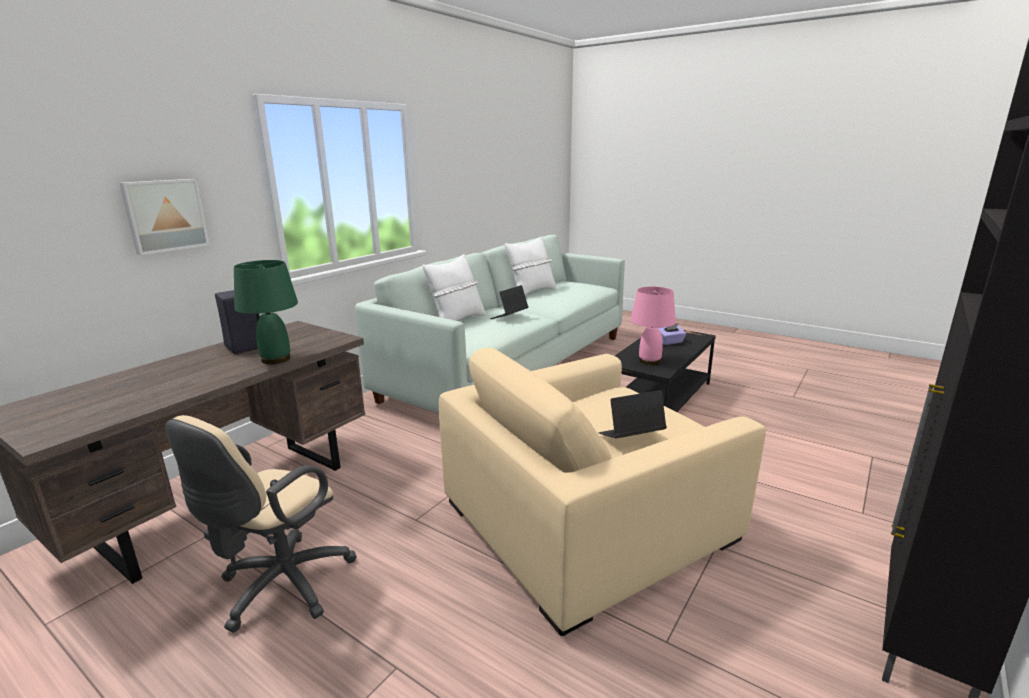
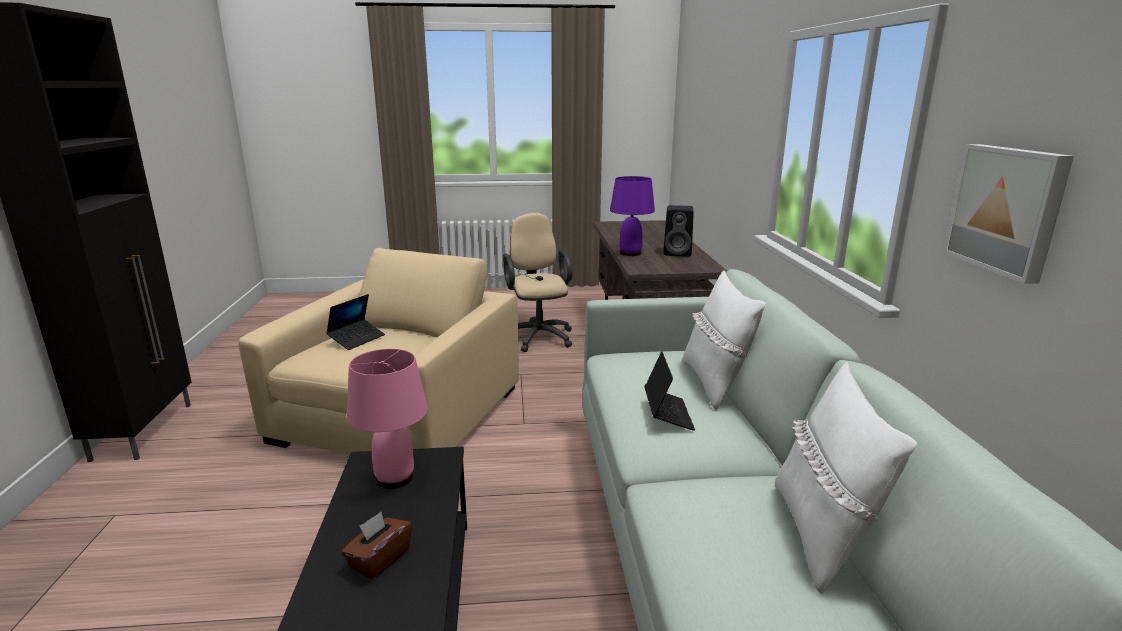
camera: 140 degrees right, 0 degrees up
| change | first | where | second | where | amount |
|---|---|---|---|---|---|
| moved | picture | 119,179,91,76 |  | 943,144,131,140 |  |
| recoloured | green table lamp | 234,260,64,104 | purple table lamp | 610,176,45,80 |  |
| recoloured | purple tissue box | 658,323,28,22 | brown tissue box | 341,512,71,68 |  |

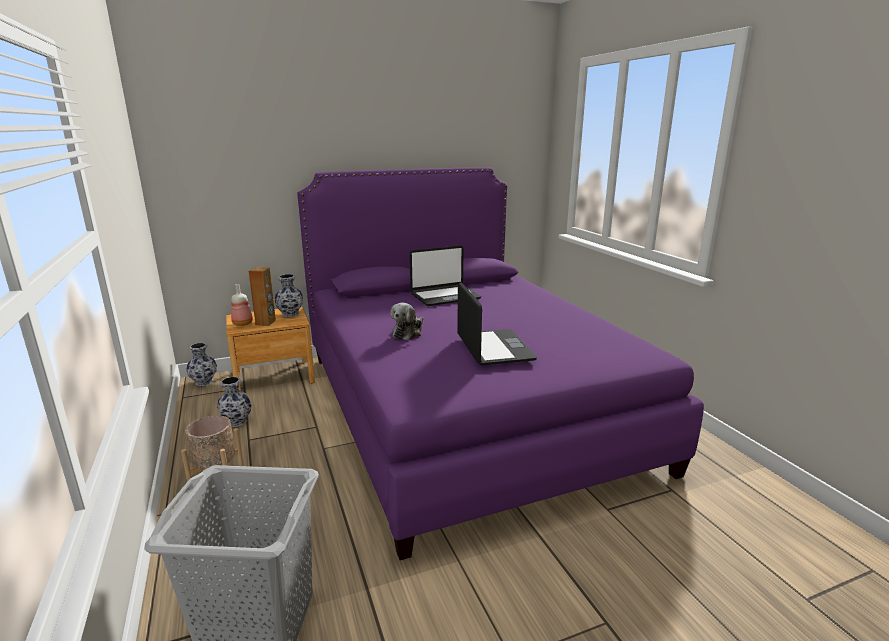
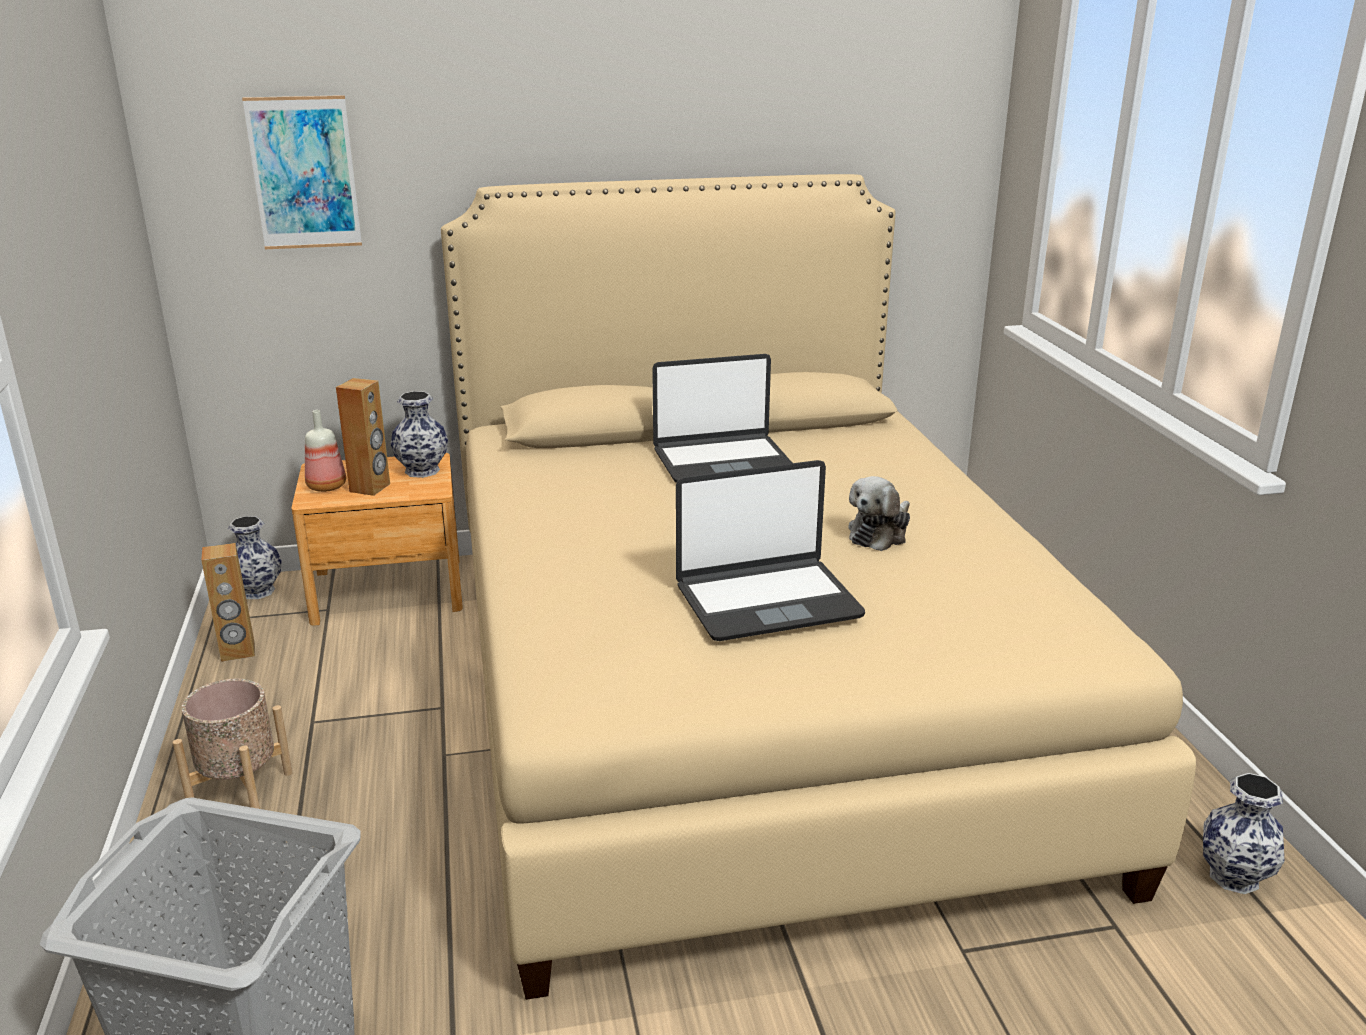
camera: 10 degrees right, 5 degrees up
| change | first | where | second | where | amount |
|---|---|---|---|---|---|
| recoloured | purple bed | 297,167,407,393 | beige bed | 441,174,755,826 |  |
| turned | laptop | 457,282,80,83 |  | 676,460,189,181 | 75 degrees clockwise |
| moved | plush toy | 390,303,34,37 |  | 848,476,62,75 |  |
| moved | vase | 217,377,34,50 |  | 1203,773,82,121 |  |
| added |  |  | picture | 242,95,120,154 |  |
| added |  |  | brown speaker | 201,543,54,119 |  |

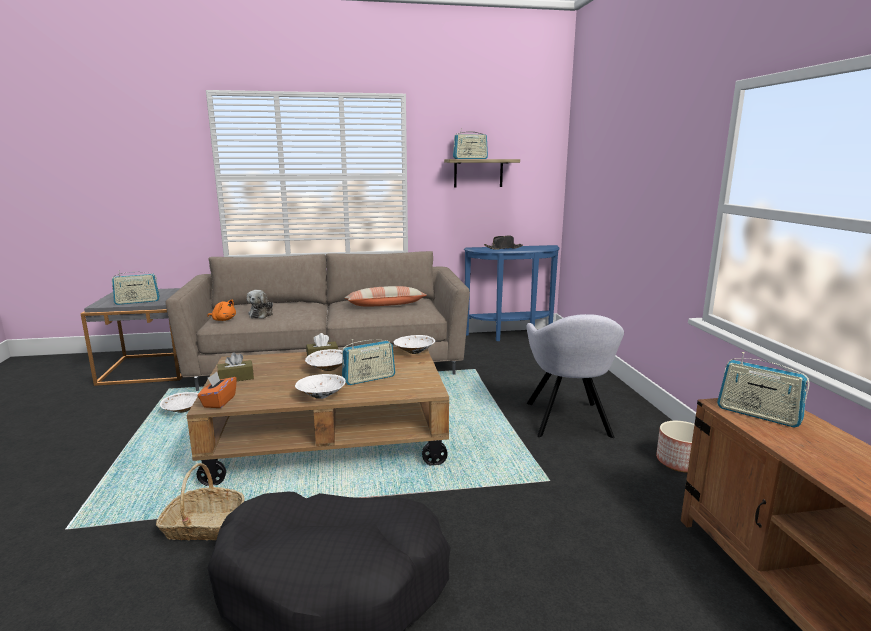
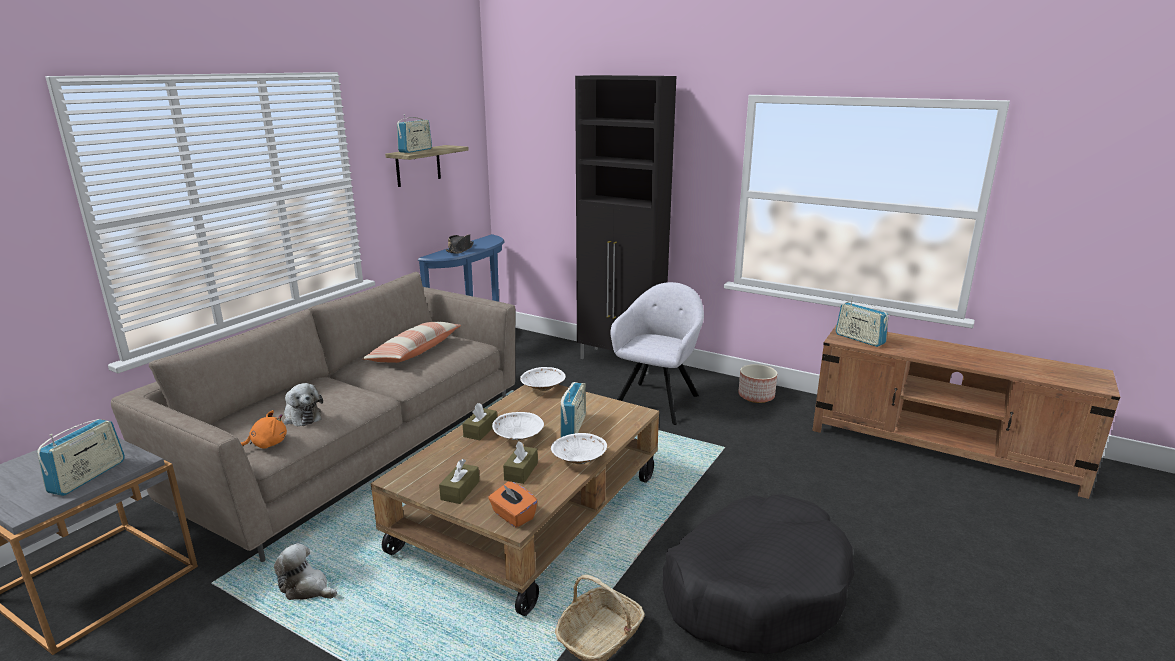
camera: 50 degrees left, 5 degrees up
| change | first | where | second | where | amount |
|---|---|---|---|---|---|
| turned | grey armchair | 526,314,98,124 |  | 610,282,94,143 | 105 degrees counterclockwise |
| turned | radio | 717,352,93,76 |  | 836,297,53,50 | 60 degrees clockwise |
| replaced | white bowl | 160,392,39,21 | plush toy | 274,543,63,57 |  |
| added |  |  | black cabinet | 575,75,101,299 |  |
| added |  |  | brown tissue box | 503,441,35,43 |  |

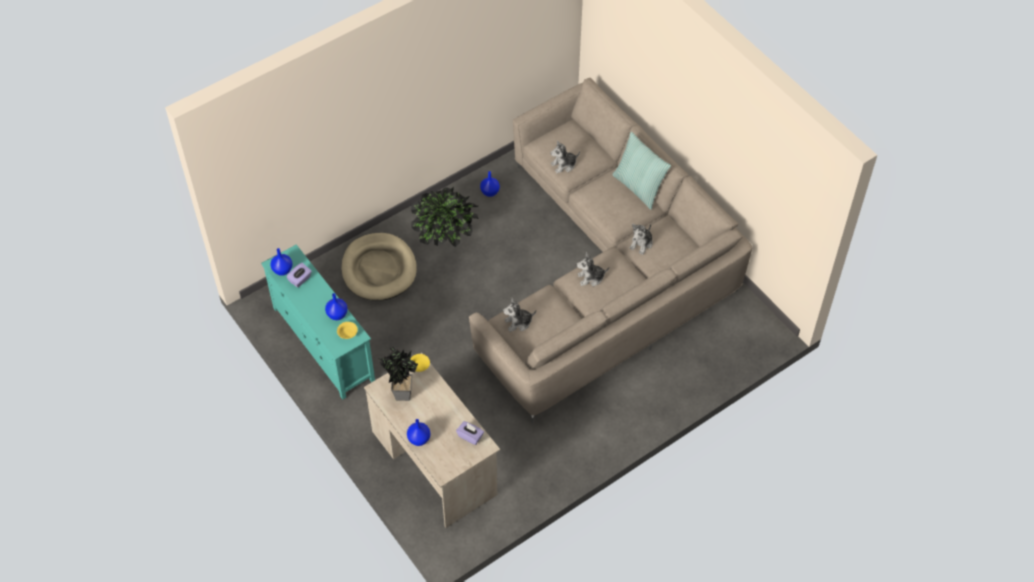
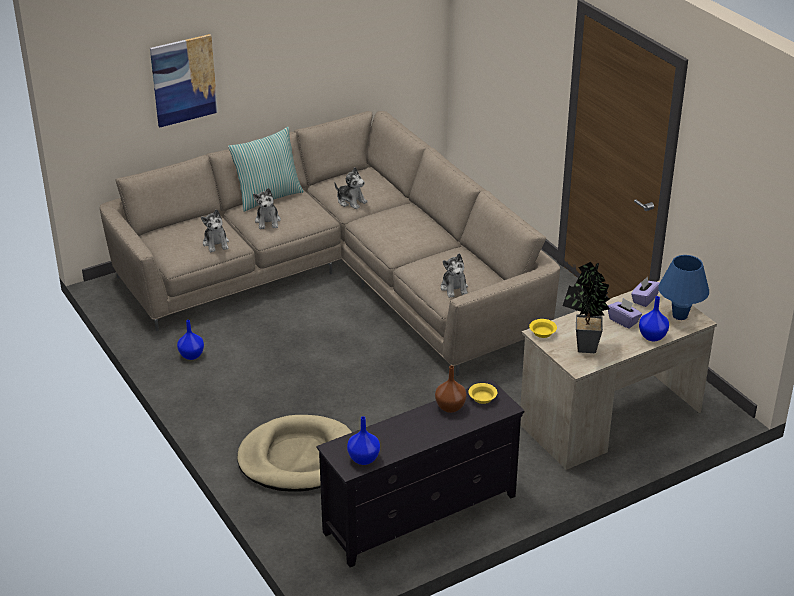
camera: 85 degrees left, 20 degrees down
| change | first | where | second | where | amount |
|---|---|---|---|---|---|
| removed | potted plant | 411,187,68,60 |  |  |  |
| recoloured | turquoise tv stand | 261,245,114,154 | black tv stand | 316,379,209,188 |  |
| moved | plush toy | 577,252,32,34 |  | 253,188,28,41 |  |
| moved | purple tissue box | 286,263,26,25 |  | 608,298,34,31 |  |
| recoloured | blue vase | 325,293,23,27 | brown vase | 435,366,32,47 |  |
| added |  |  | picture | 150,34,68,93 |  |
| added |  |  | blue table lamp | 658,255,51,65 |  |

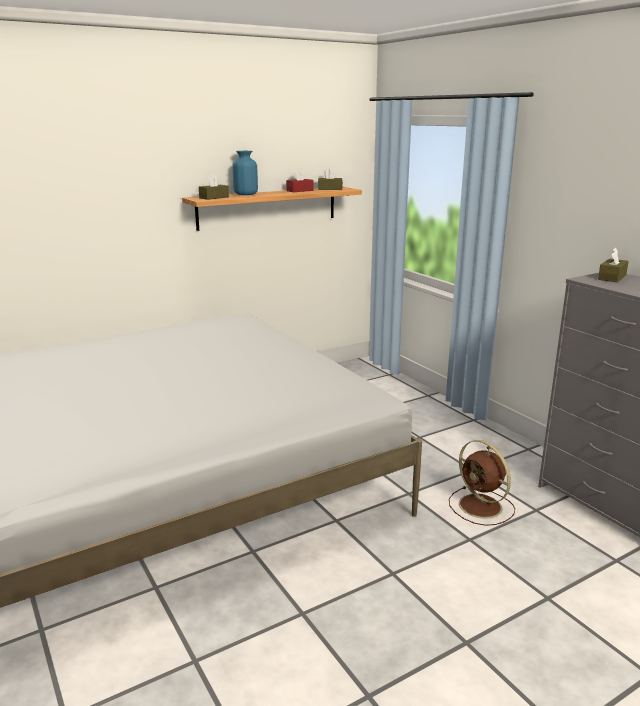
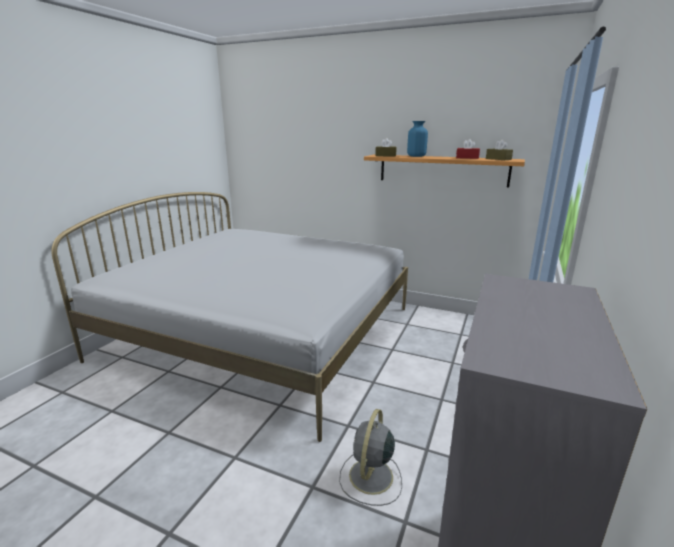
camera: 55 degrees right, 0 degrees up
| change | first | where | second | where | amount |
|---|---|---|---|---|---|
| removed | brown tissue box | 598,248,31,34 |  |  |  |
| recoloured | brown fan | 449,440,66,86 | grey fan | 339,409,63,97 |  |

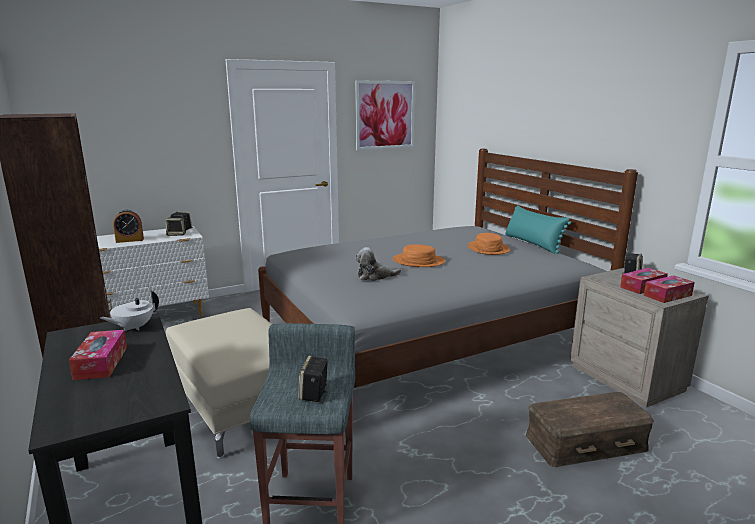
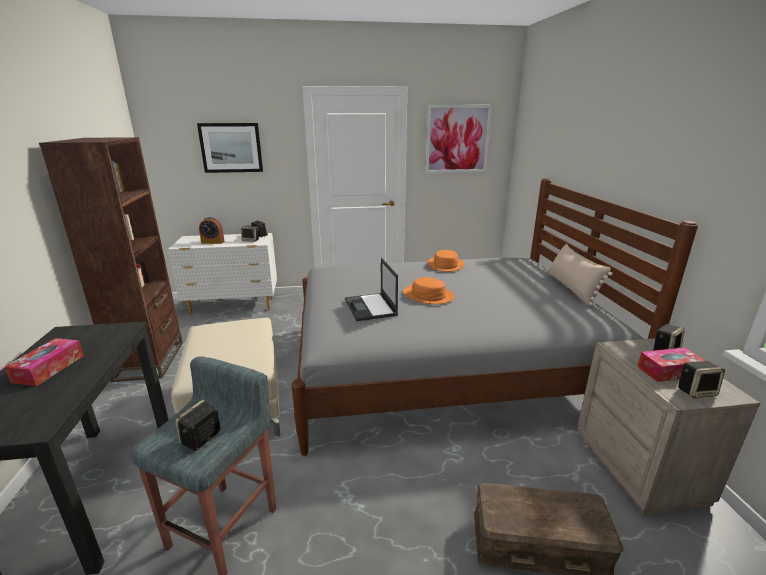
camera: 20 degrees right, 5 degrees up
| change | first | where | second | where | amount |
|---|---|---|---|---|---|
| recoloured | turquoise pillow | 505,205,66,49 | beige pillow | 549,244,64,62 |  |
| moved | orange hat | 468,233,42,22 |  | 427,250,38,22 |  |
| replaced | plush toy | 355,247,46,34 | laptop | 345,258,53,63 |  |
| replaced | tissue box | 644,275,51,28 | speaker | 678,361,47,37 |  |
| removed | white teapot | 100,290,59,41 |  |  |  |
| added |  |  | picture | 197,123,66,50 |  |

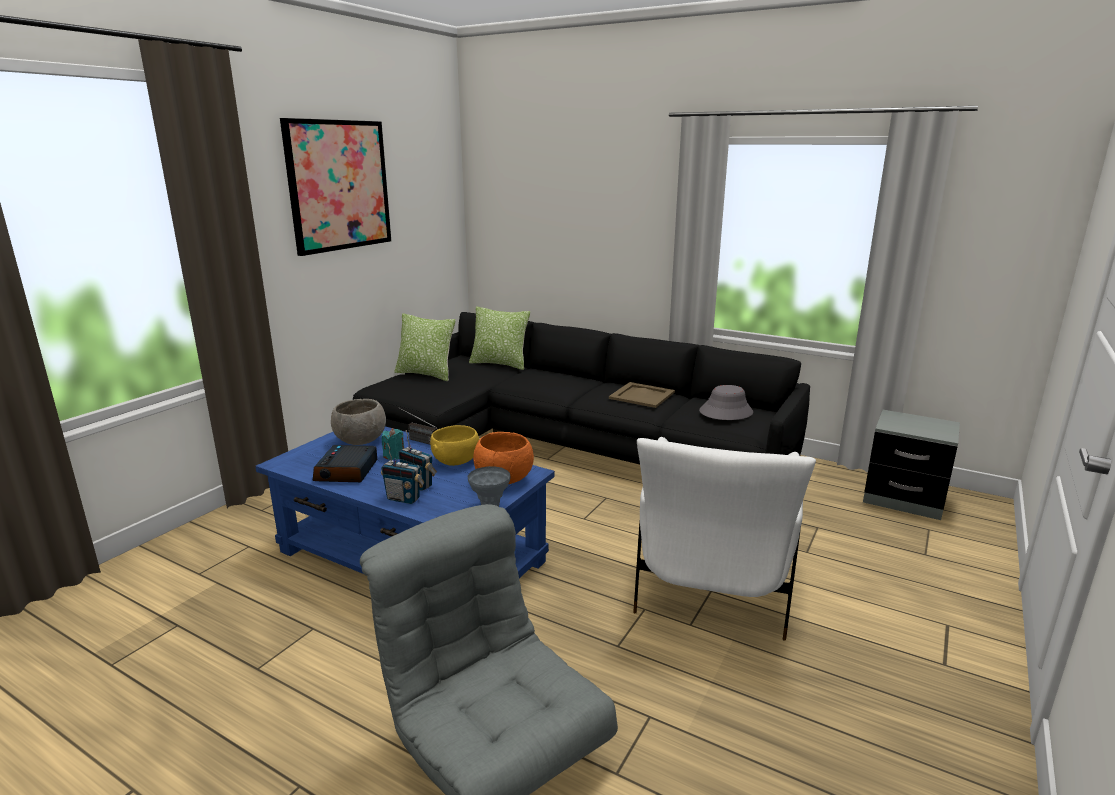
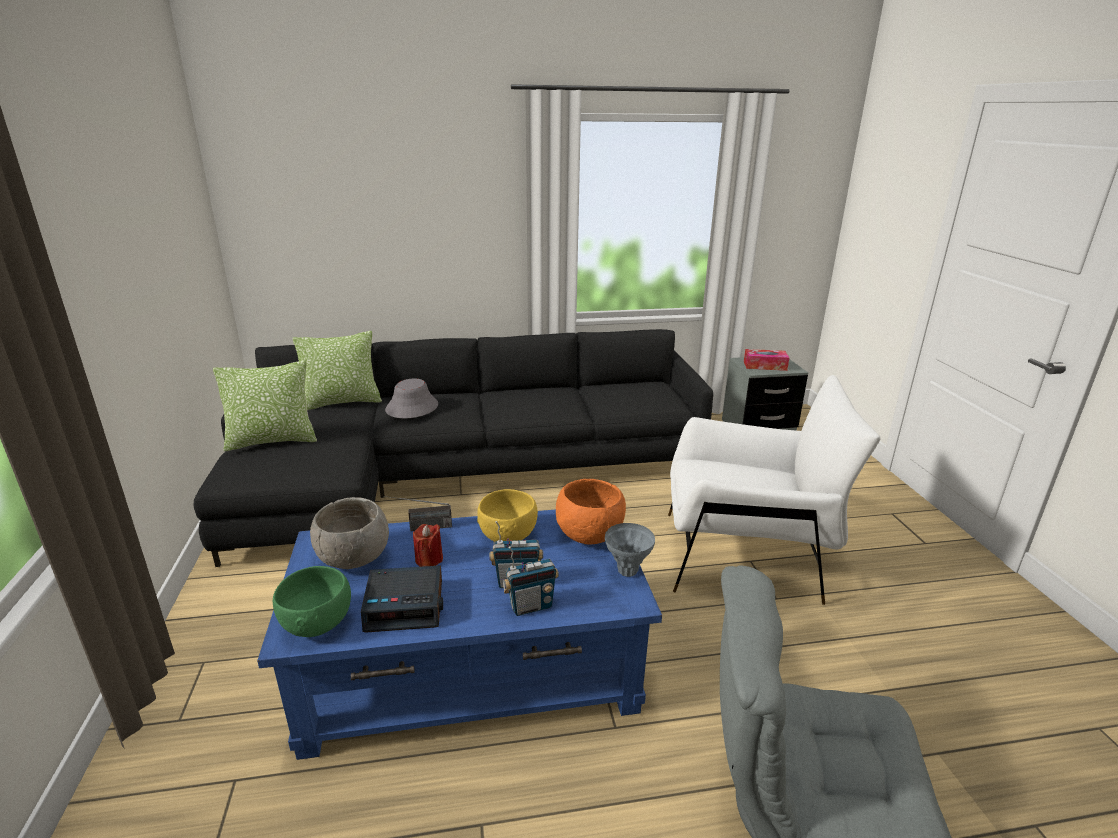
camera: 40 degrees left, 5 degrees up
| change | first | where | second | where | amount |
|---|---|---|---|---|---|
| removed | picture | 280,118,111,138 |  |  |  |
| removed | beige tray | 609,382,66,26 |  |  |  |
| moved | grey hat | 699,385,54,35 |  | 385,379,53,39 |  |
| recoloured | turquoise candle | 382,428,22,32 | red candle | 413,524,30,43 |  |
| turned | white armchair | 633,437,183,204 |  | 668,375,213,230 | 60 degrees counterclockwise |
| turned | alarm clock | 312,445,65,37 |  | 361,565,82,67 | 60 degrees counterclockwise |
| added |  |  | tissue box | 744,349,45,22 |  |
| added |  |  | green bowl | 273,566,78,71 |  |

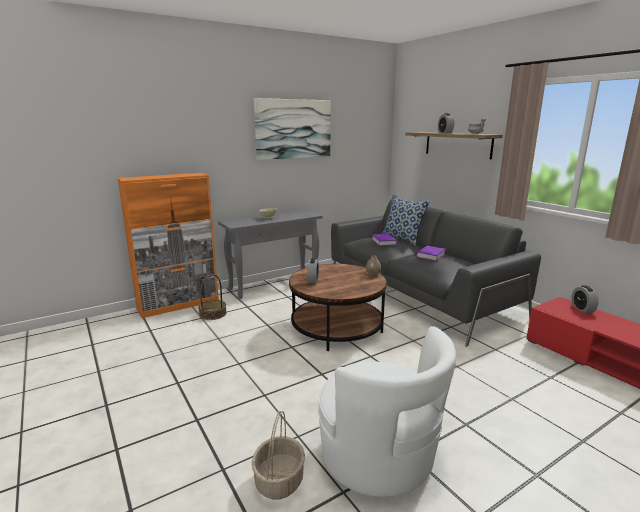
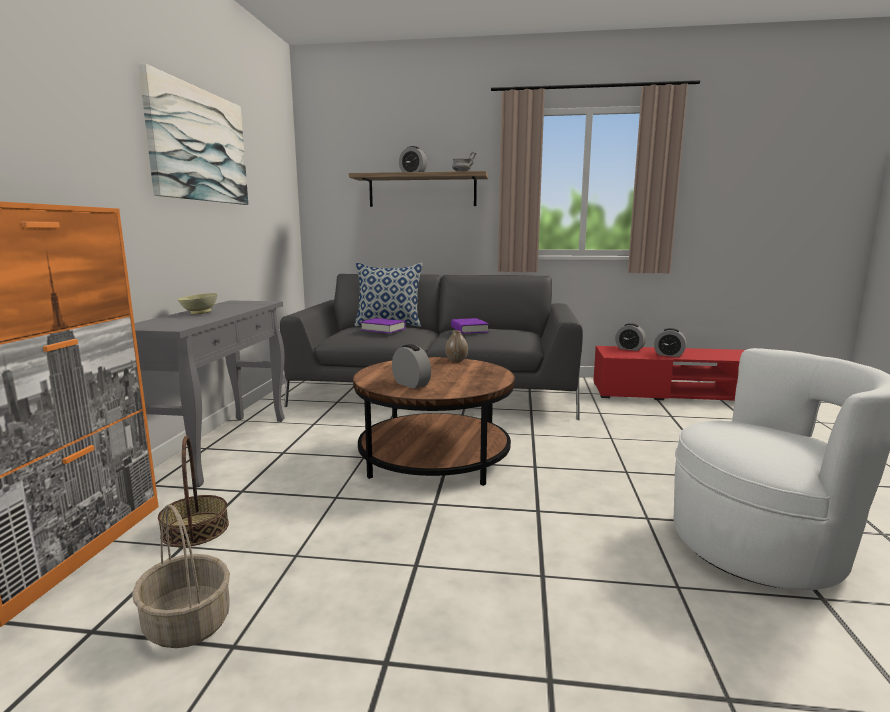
camera: 50 degrees left, 5 degrees down
| change | first | where | second | where | amount |
|---|---|---|---|---|---|
| moved | basket | 252,411,53,89 |  | 132,504,98,144 |  |
| added |  |  | alarm clock | 654,328,33,29 |  |

